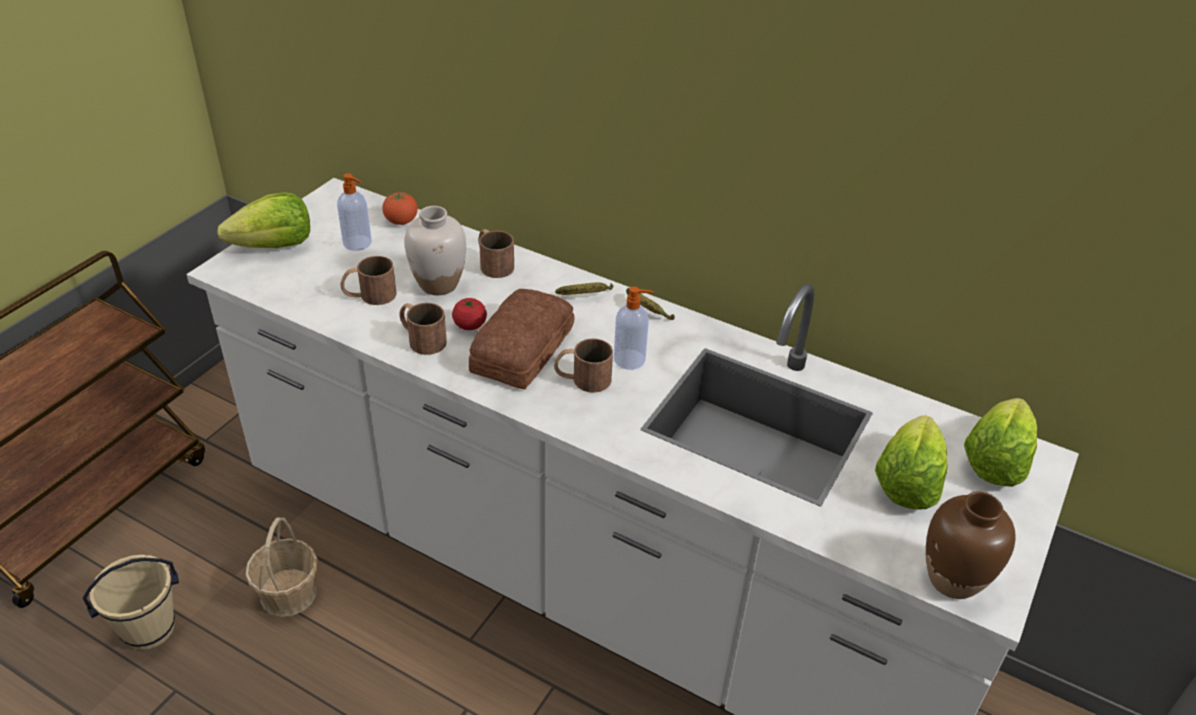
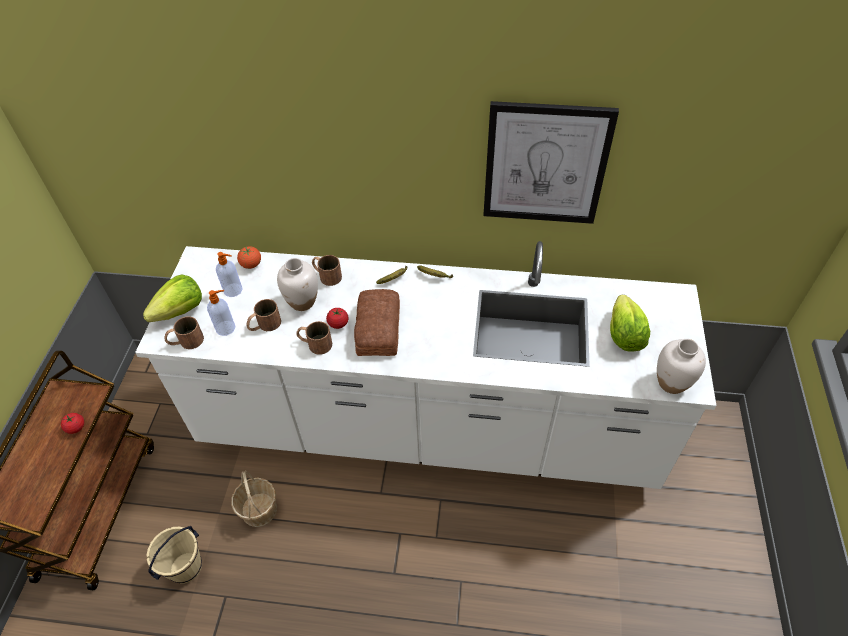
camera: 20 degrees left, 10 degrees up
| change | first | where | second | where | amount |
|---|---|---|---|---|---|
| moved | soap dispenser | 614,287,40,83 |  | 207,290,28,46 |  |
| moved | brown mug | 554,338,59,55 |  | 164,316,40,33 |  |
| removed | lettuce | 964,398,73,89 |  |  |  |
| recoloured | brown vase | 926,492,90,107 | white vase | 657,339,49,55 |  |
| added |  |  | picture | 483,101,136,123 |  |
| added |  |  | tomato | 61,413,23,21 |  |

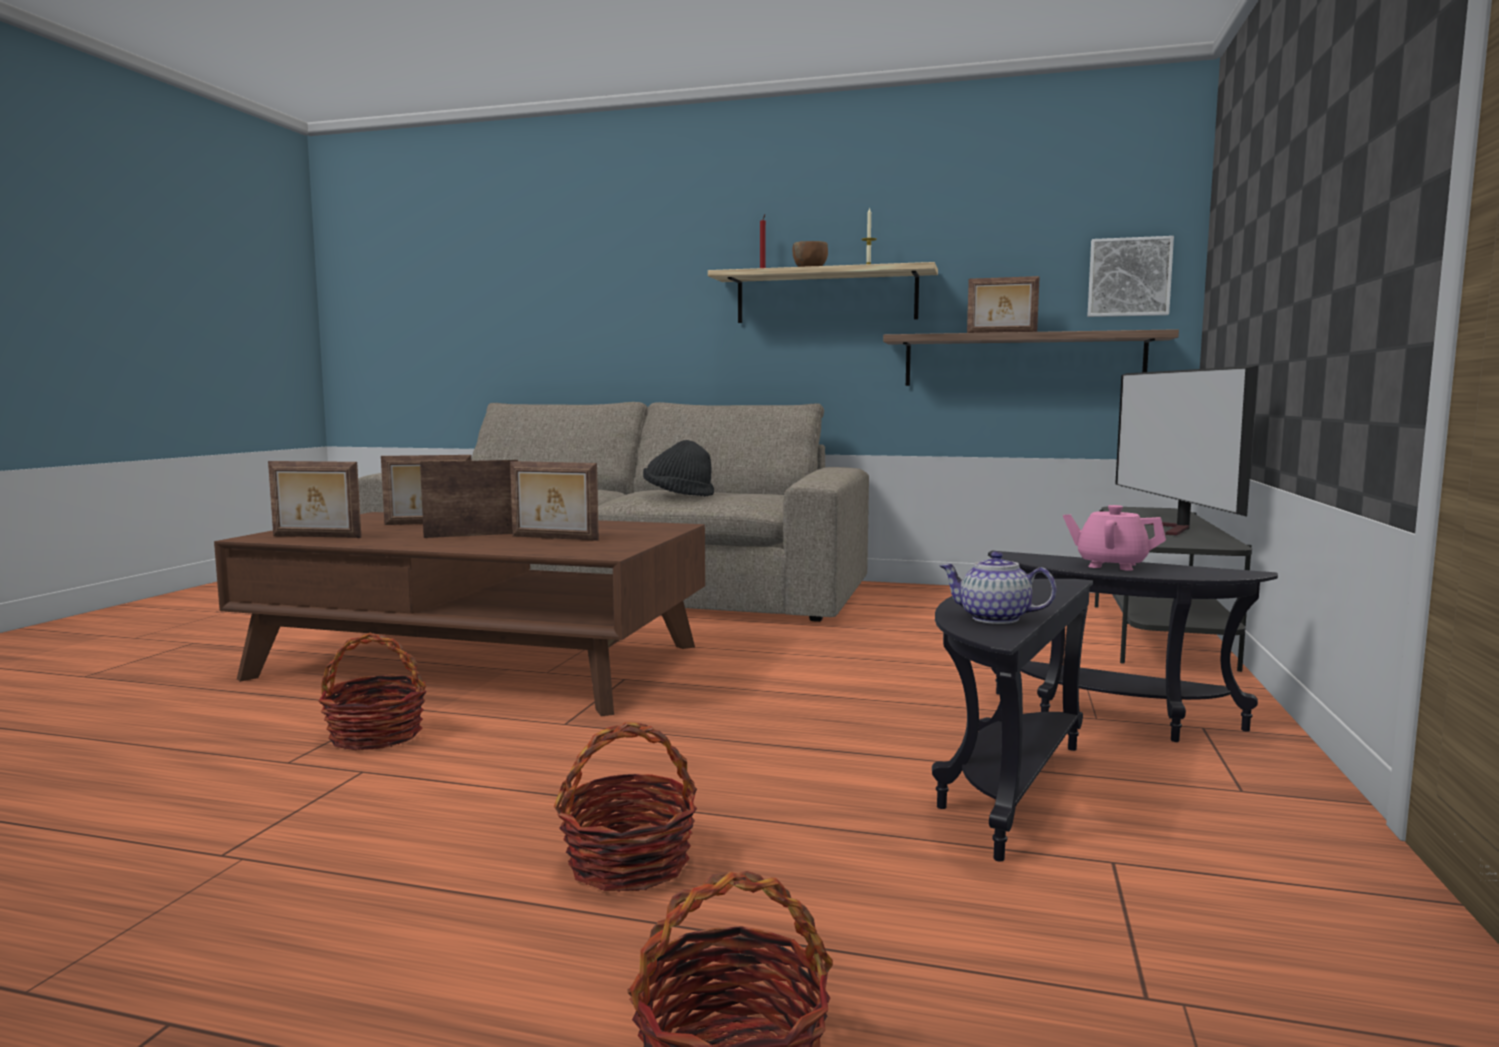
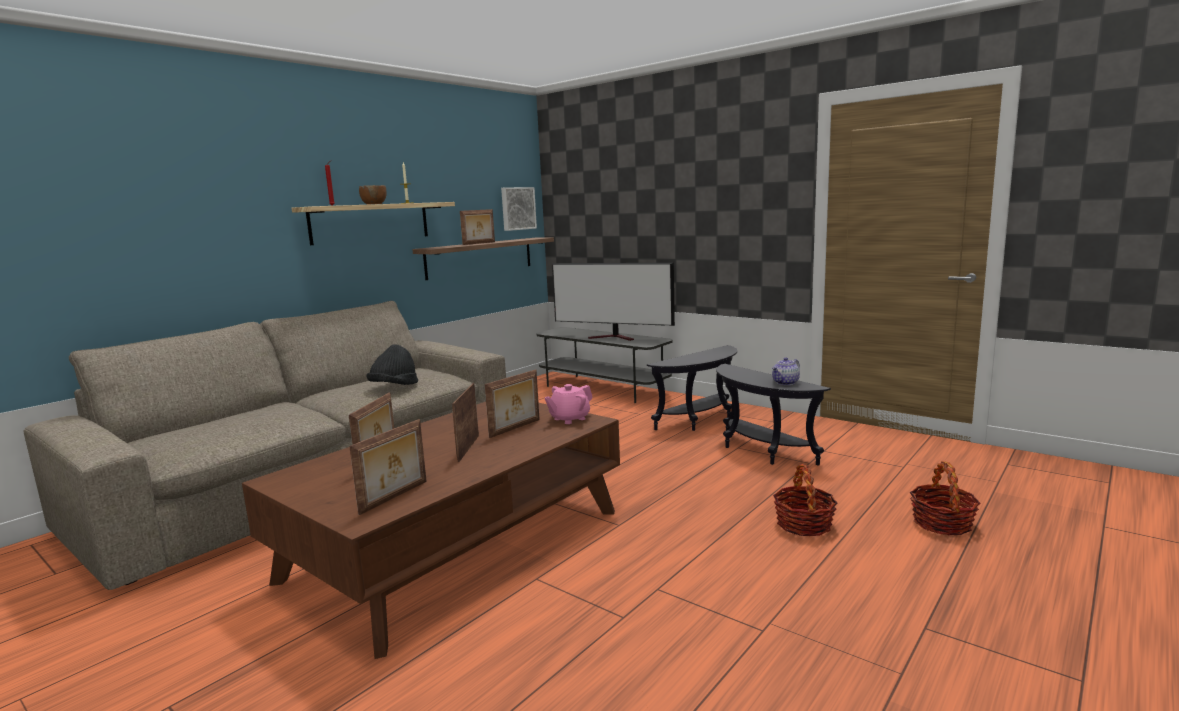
camera: 65 degrees left, 5 degrees up
| change | first | where | second | where | amount |
|---|---|---|---|---|---|
| moved | pink teapot | 1063,505,103,66 |  | 545,384,48,40 |  |
| removed | basket | 319,633,108,117 |  |  |  |

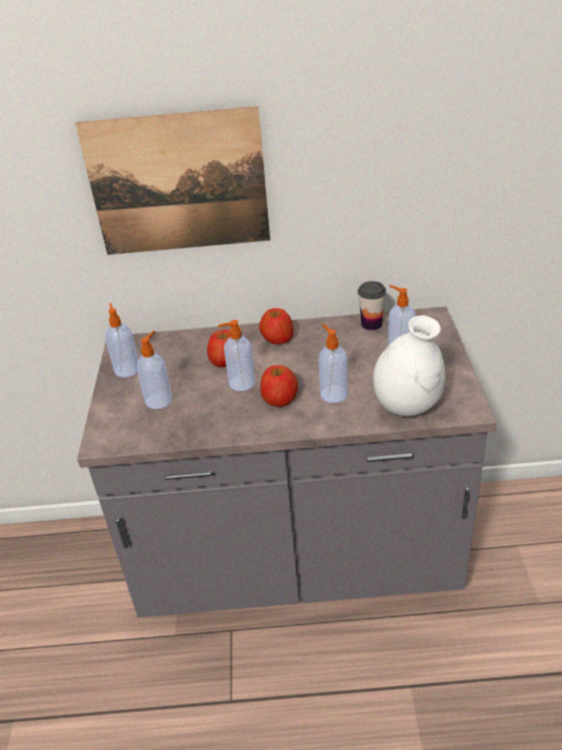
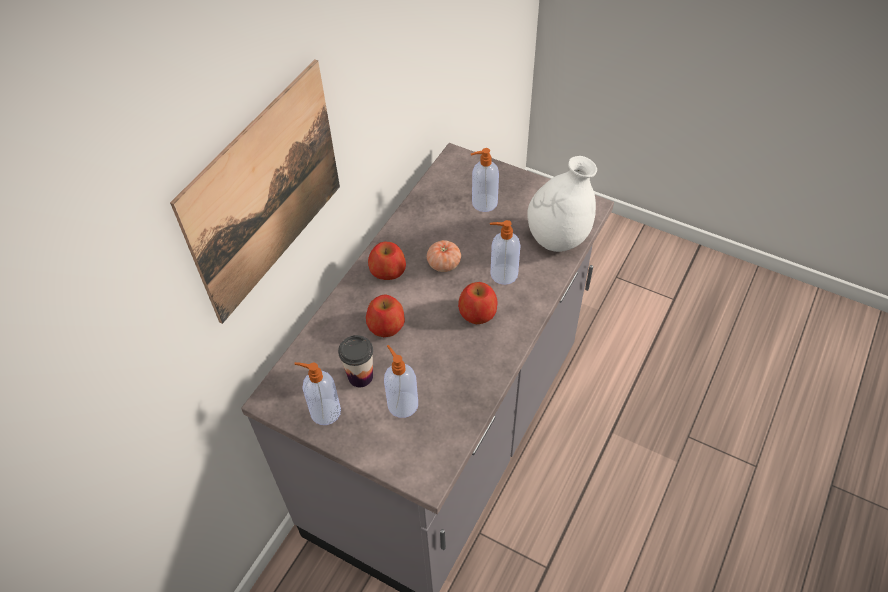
camera: 60 degrees left, 15 degrees up
| change | first | where | second | where | amount |
|---|---|---|---|---|---|
| moved | cup | 358,281,28,49 |  | 338,335,35,52 |  |
| removed | soap dispenser | 218,320,37,71 |  |  |  |
| added |  |  | tomato | 427,240,34,32 |  |

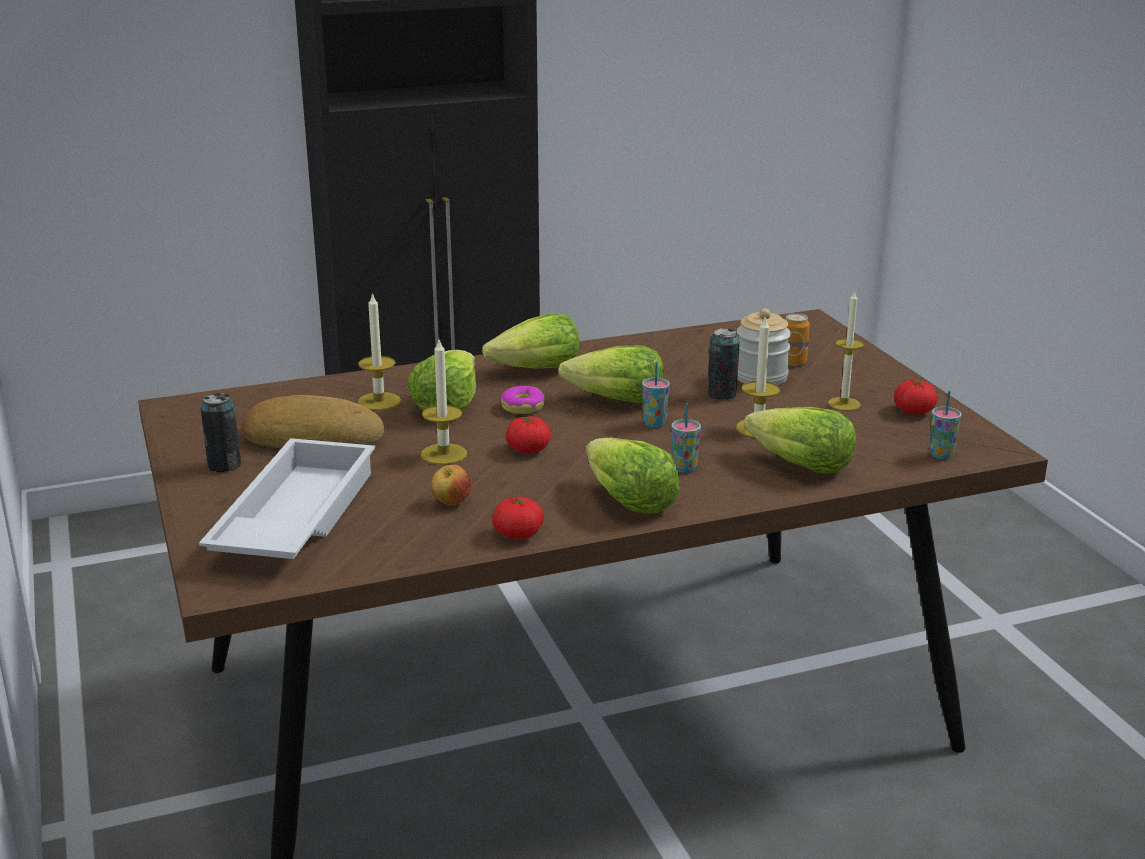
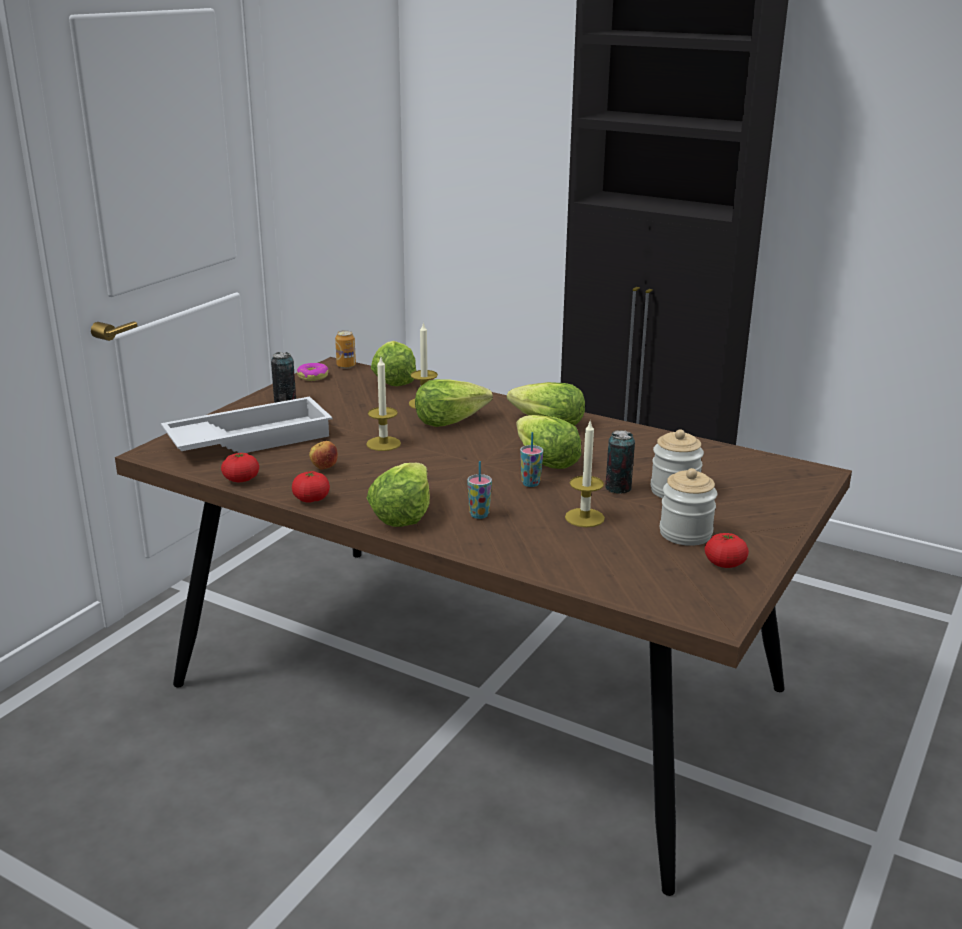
camera: 50 degrees right, 0 degrees up
| change | first | where | second | where | amount |
|---|---|---|---|---|---|
| replaced | candle | 828,290,36,121 | jar | 660,468,57,78 |  |
| moved | can | 785,313,25,53 |  | 335,330,21,39 |  |
| moved | donut | 500,386,44,28 |  | 297,363,31,18 |  |
| removed | cup | 930,391,31,68 |  |  |  |
| removed | bread | 241,395,143,53 |  |  |  |
| moved | lettuce | 744,407,112,67 |  | 371,341,45,45 |  |
| moved | tomato | 506,416,45,37 |  | 221,453,38,29 |  |

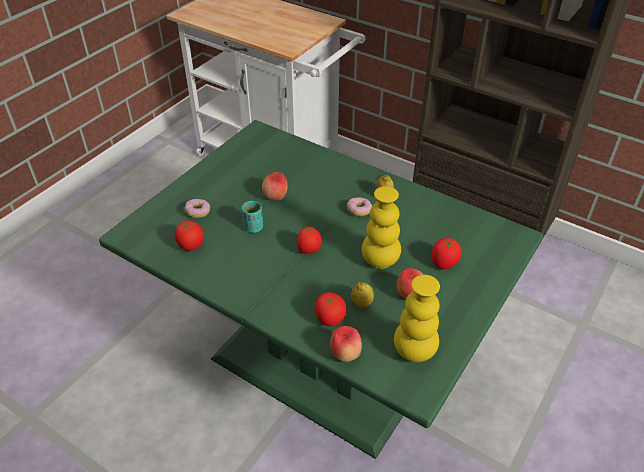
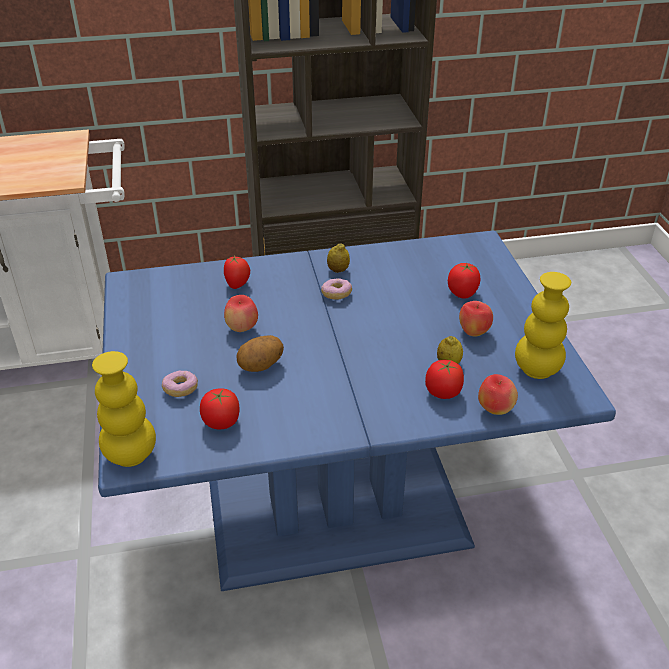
camera: 45 degrees left, 5 degrees down
| change | first | where | second | where | amount |
|---|---|---|---|---|---|
| recoloured | green dining table | 99,120,444,339 | blue dining table | 98,231,518,360 |  |
| moved | yellow vase | 362,186,39,83 |  | 92,351,64,116 |  |
| replaced | turquoise cup | 242,201,21,32 | potato | 236,335,48,37 |  |
| moved | tomato | 297,227,25,27 |  | 224,256,26,33 |  |

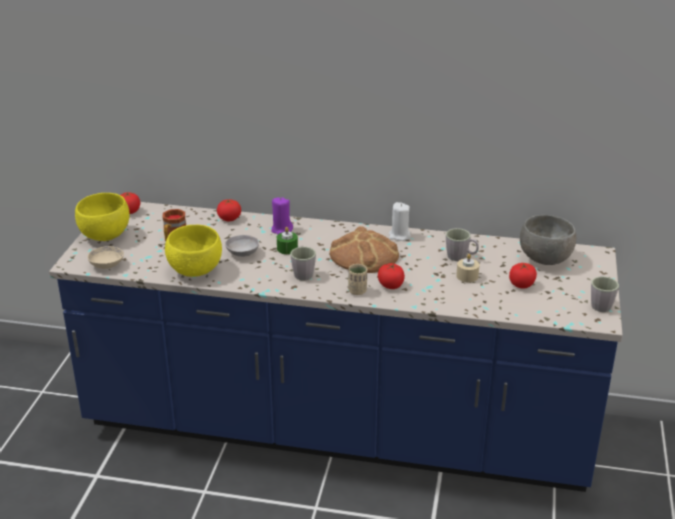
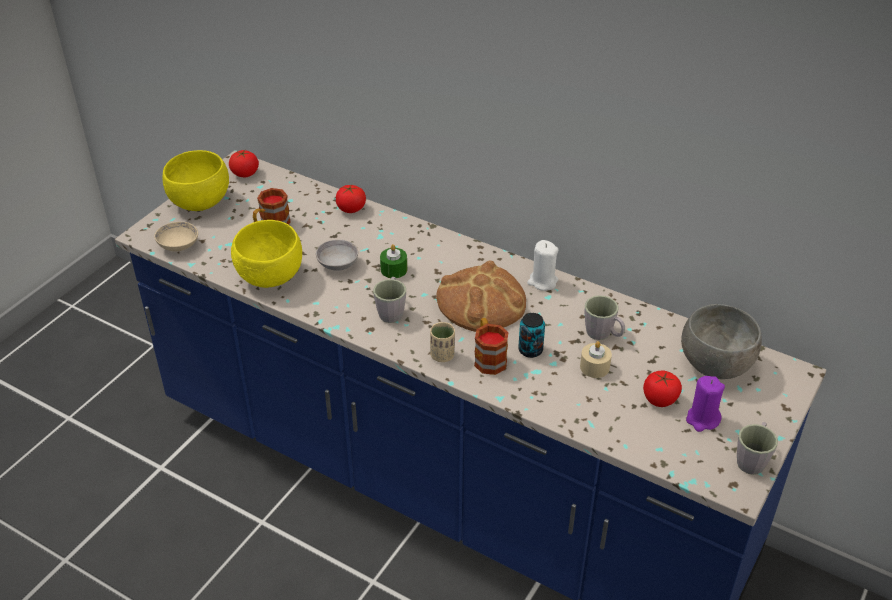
camera: 20 degrees right, 10 degrees up
| change | first | where | second | where | amount |
|---|---|---|---|---|---|
| moved | purple candle | 271,197,22,37 |  | 686,376,39,56 |  |
| replaced | tomato | 378,263,27,26 | mug | 474,318,35,57 |  |
| added |  |  | can | 518,313,27,45 |  |

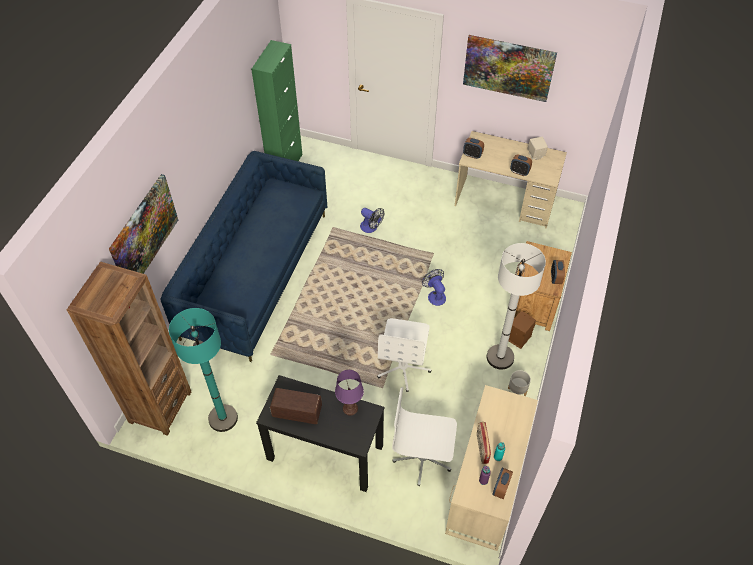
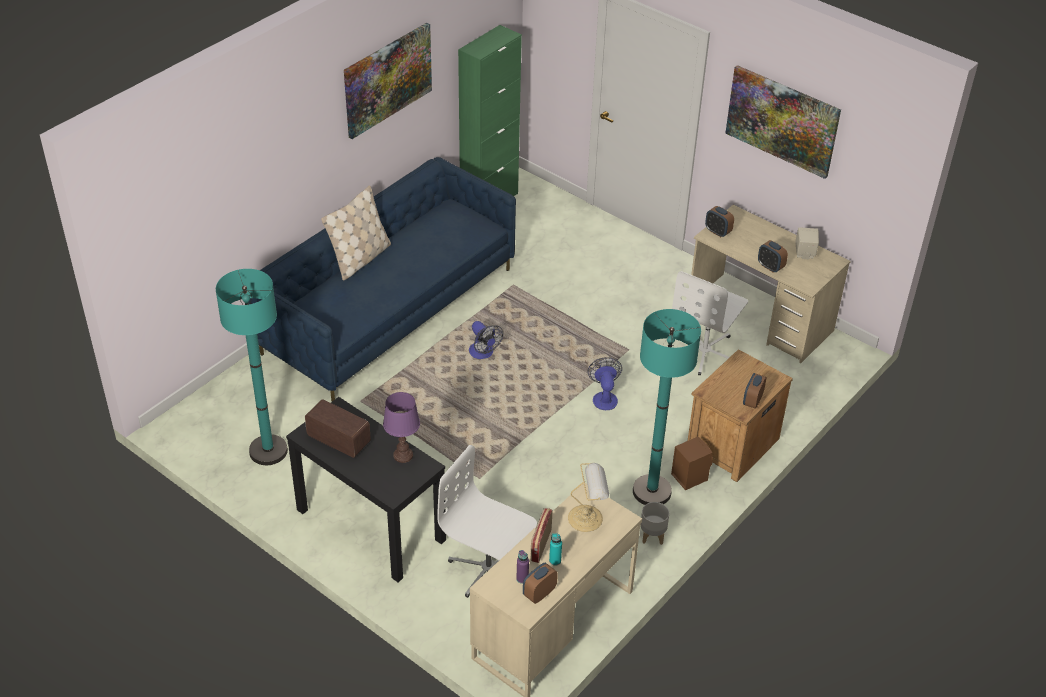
camera: 20 degrees right, 10 degrees down
| change | first | where | second | where | amount |
|---|---|---|---|---|---|
| moved | picture | 109,174,69,100 |  | 344,23,88,116 |  |
| moved | fan | 360,208,24,25 |  | 469,321,34,38 |  |
| recoloured | white floor lamp | 487,243,59,126 | turquoise floor lamp | 633,309,68,196 |  |
| removed | brown bookcase | 67,262,124,174 |  |  |  |
| moved | white office chair | 377,318,54,74 |  | 672,271,76,104 |  |
| added |  |  | beige pillow | 321,185,70,95 |  |
| added |  |  | table lamp | 568,463,41,69 |  |

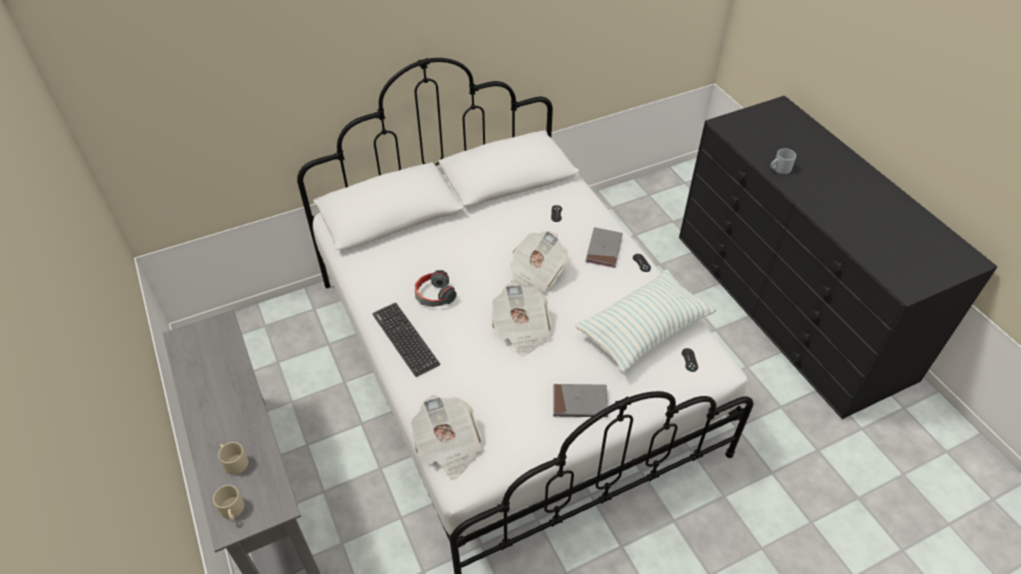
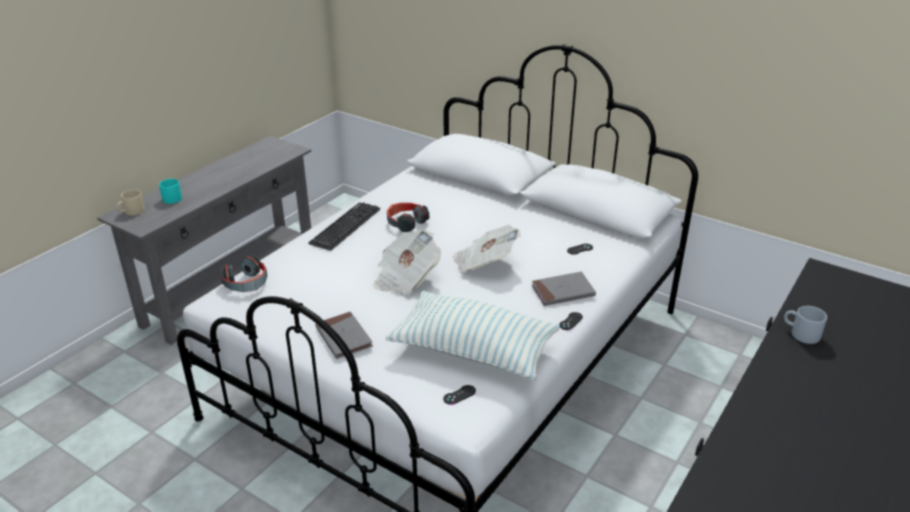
camera: 60 degrees right, 15 degrees down
| change | first | where | second | where | amount |
|---|---|---|---|---|---|
| replaced | newspaper | 411,395,73,84 | headphones | 220,256,47,36 |  |
| recoloured | beige mug | 218,442,31,33 | turquoise mug | 159,179,23,25 |  |

